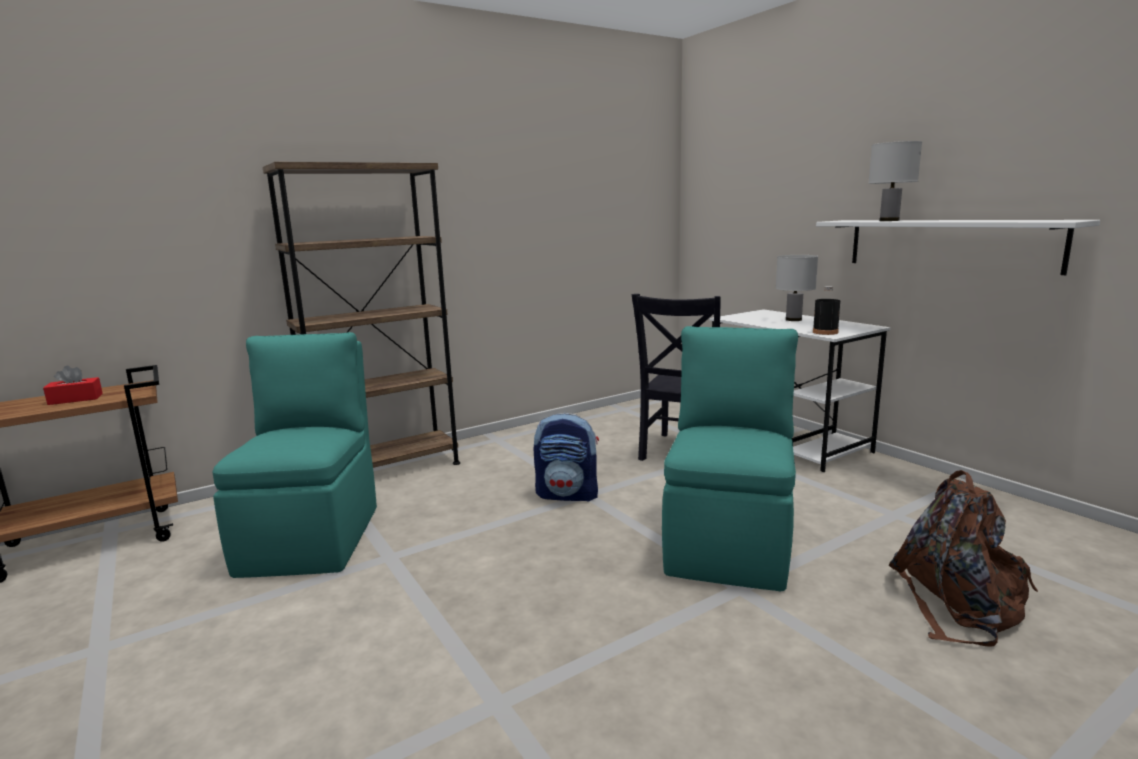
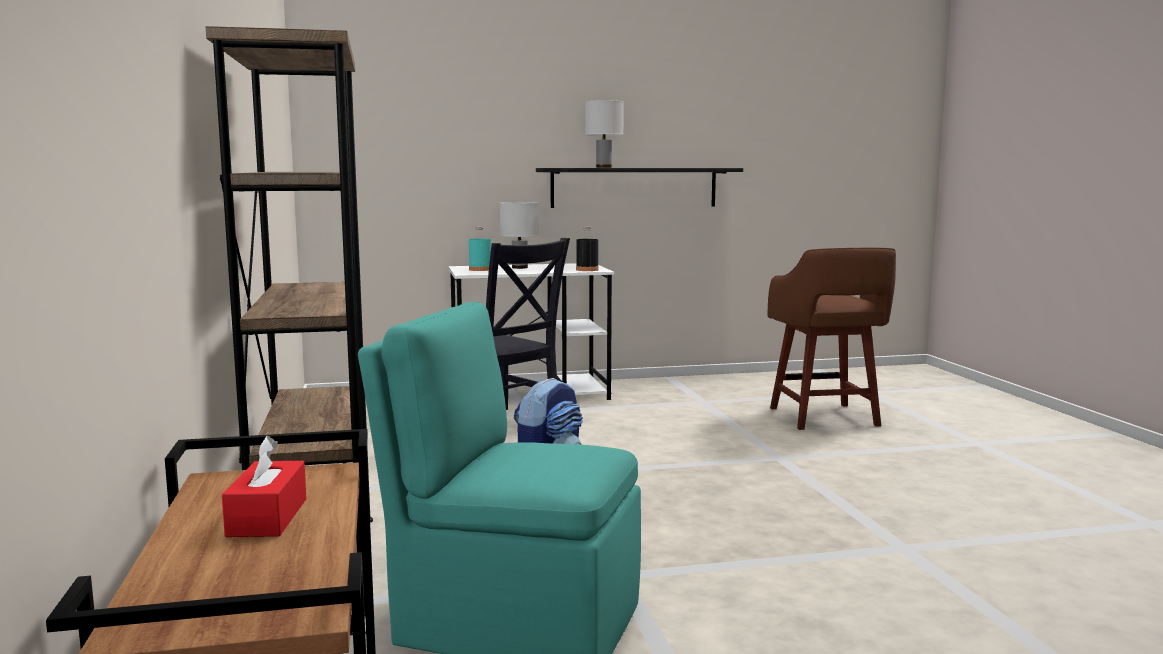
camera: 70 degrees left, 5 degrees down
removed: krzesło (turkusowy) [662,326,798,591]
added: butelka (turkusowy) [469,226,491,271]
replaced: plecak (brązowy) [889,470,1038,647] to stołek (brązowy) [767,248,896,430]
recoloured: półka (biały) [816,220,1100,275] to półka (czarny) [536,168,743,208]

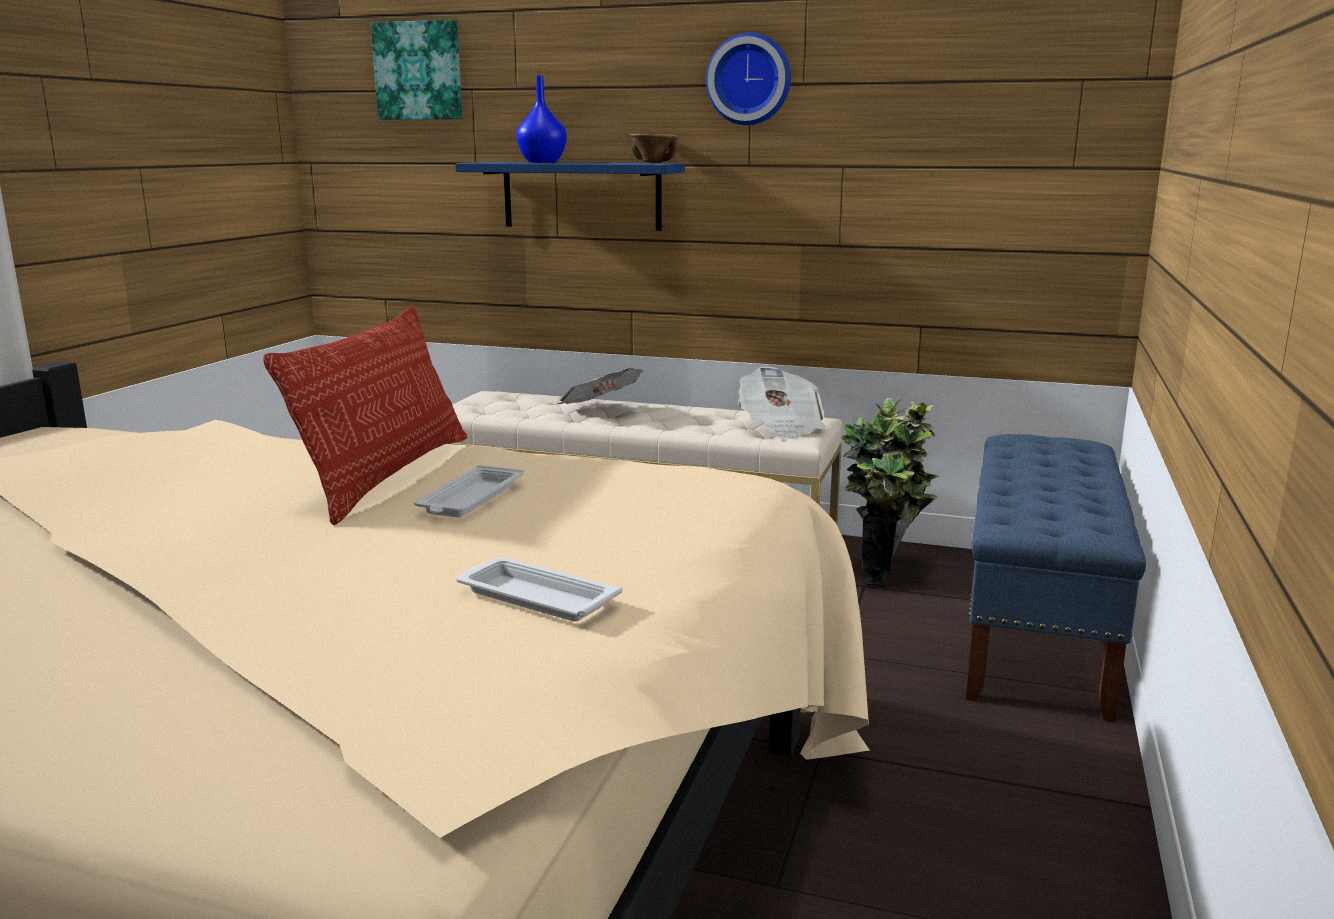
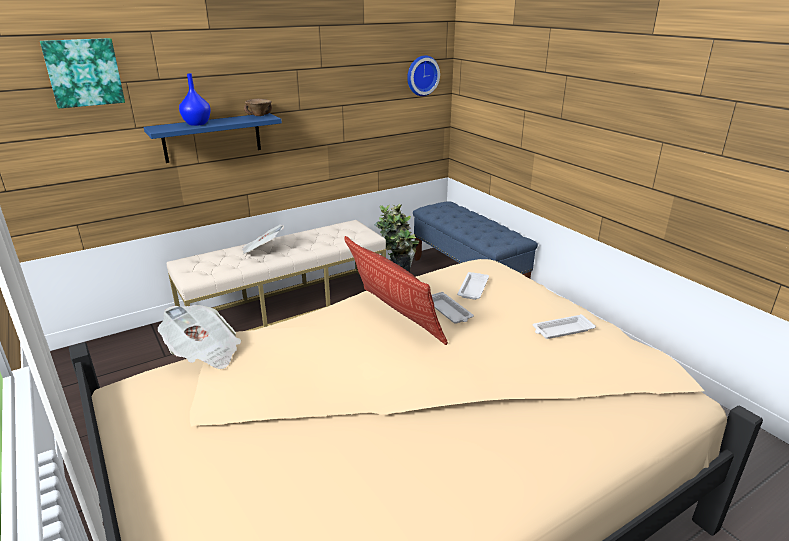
camera: 50 degrees left, 10 degrees up
added: taca (biały) [457,272,489,300]
moved: zegar ścienny [706,32,791,125] to [407,55,440,96]; gazeta [738,366,825,440] to [158,305,241,369]

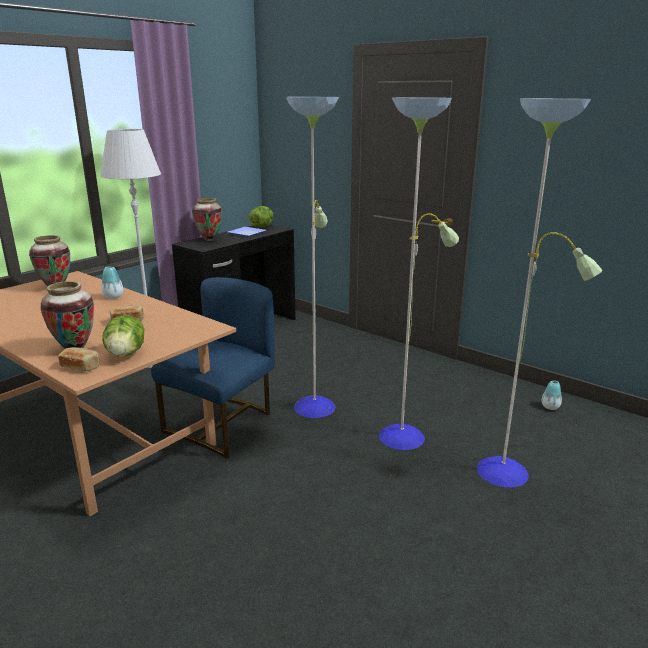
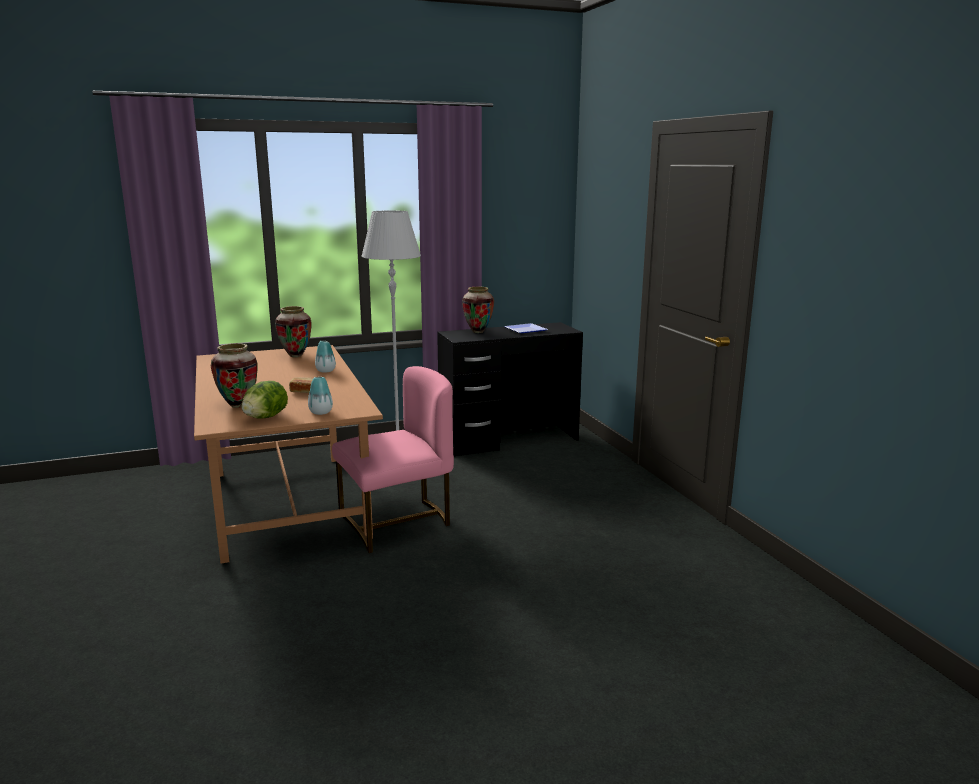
camera: 30 degrees right, 5 degrees down
removed: lampa stojąca [286,97,602,487]; sałata [249,206,273,228]; chleb [58,347,100,371]
moved: wazon [542,381,562,410] to [308,377,333,415]
recoloured: krzesło (niebieski) [151,277,275,459] to krzesło (różowy) [332,366,454,553]

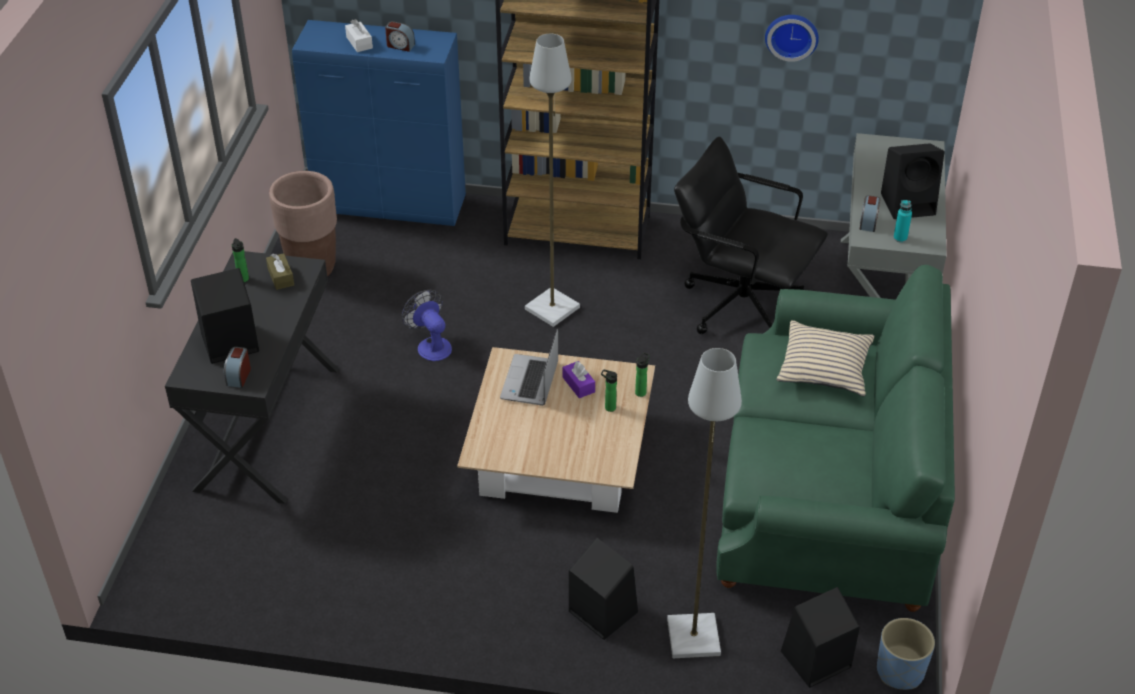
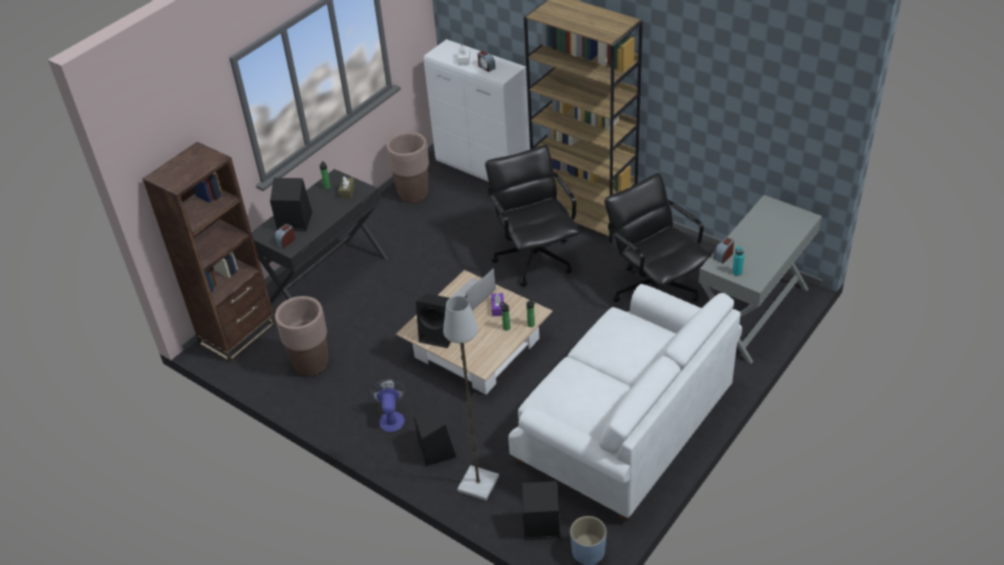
camera: 30 degrees right, 0 degrees up
removed: zegar ścienny [765,15,819,62]; poduszka (beżowy) [776,320,874,396]
added: regał (brązowy) [143,142,276,362]; donica (brązowy) [275,296,328,376]
moved: głośnik (czarny) [881,143,945,219] to [416,293,451,348]; wentylator [402,290,452,361] to [370,379,405,432]
replaced: lampa stojąca (szary) [525,34,580,327] to krzesło biurowe (czarny) [485,145,580,287]
recoloured: szafka (niebieski) [292,20,466,226] to szafka (biały) [424,39,530,182]; kanapa (zielony) [716,265,955,612] to kanapa (biały) [508,284,742,520]

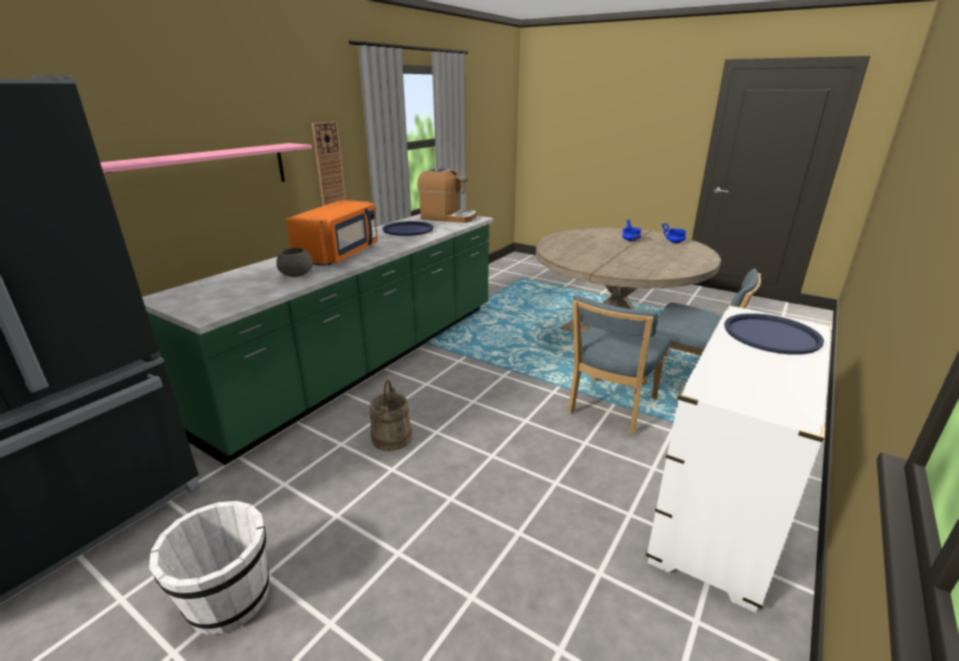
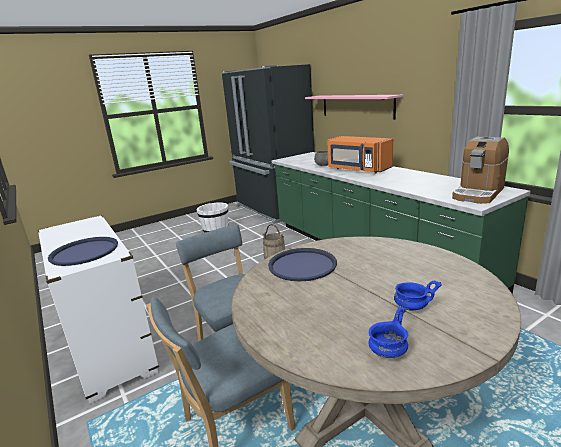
camera: 115 degrees right, 5 degrees down
removed: zegar ścienny [312,121,347,206]
moved: taca (niebieski) [383,221,434,236] to [268,248,337,281]

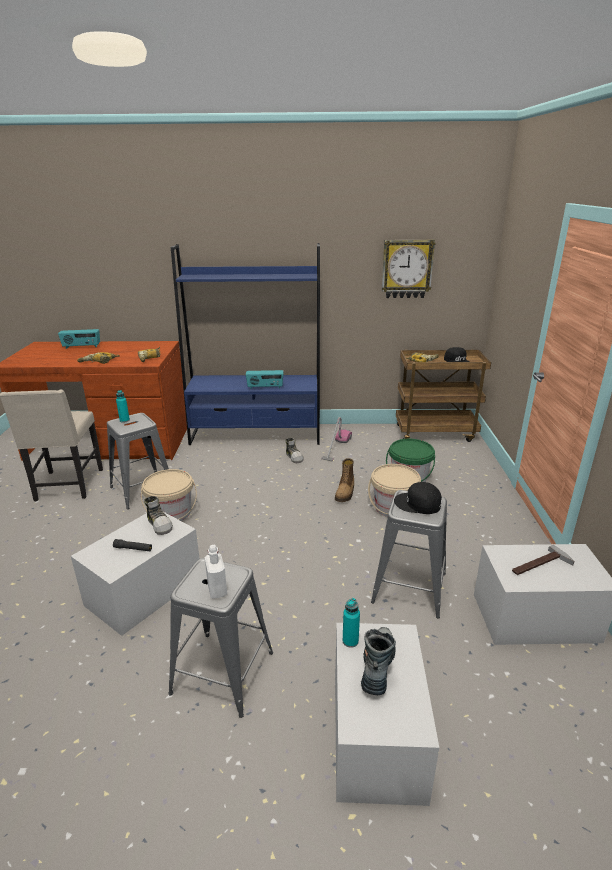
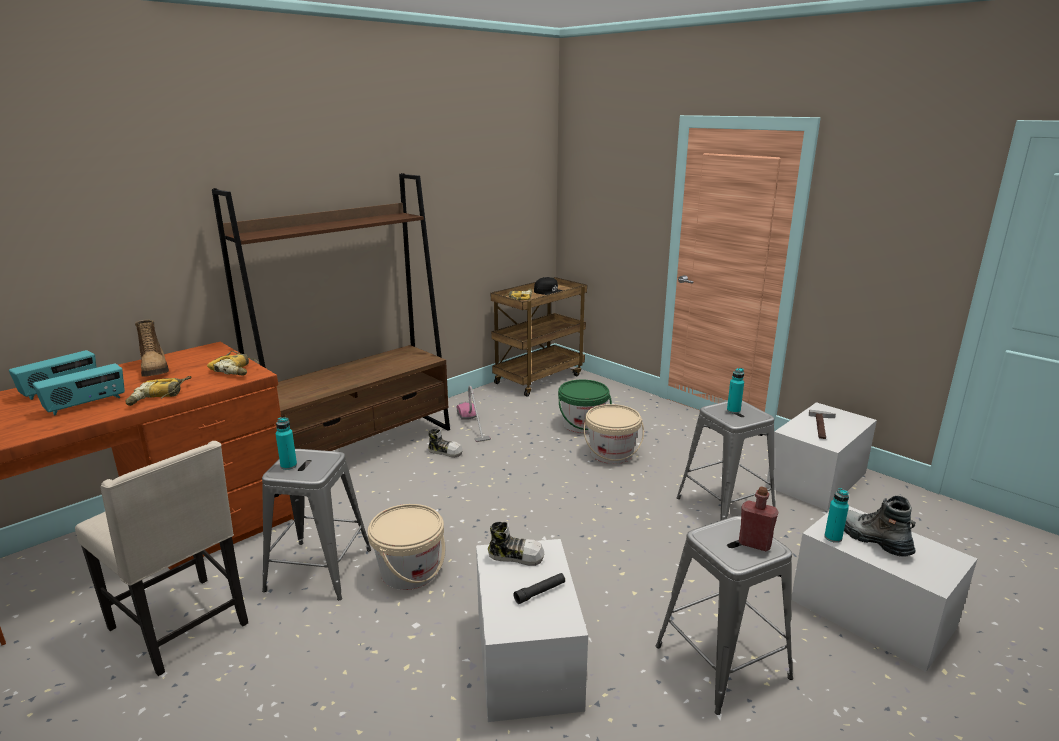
camera: 45 degrees left, 5 degrees down
removed: zegar ścienny [382,240,436,298]
moved: radio [246,370,284,389] to [33,364,125,416]; but z cholewką [335,458,354,502] to [135,320,169,377]
replaced: czapka z daszkiem (czarny) [394,482,442,514] to butelka (turkusowy) [727,368,744,414]
recoloured: regał (niebieski) [171,243,320,445] to regał (brązowy) [212,173,450,451]; butelka (biały) [205,545,227,599] to butelka (czerwony) [739,486,778,551]

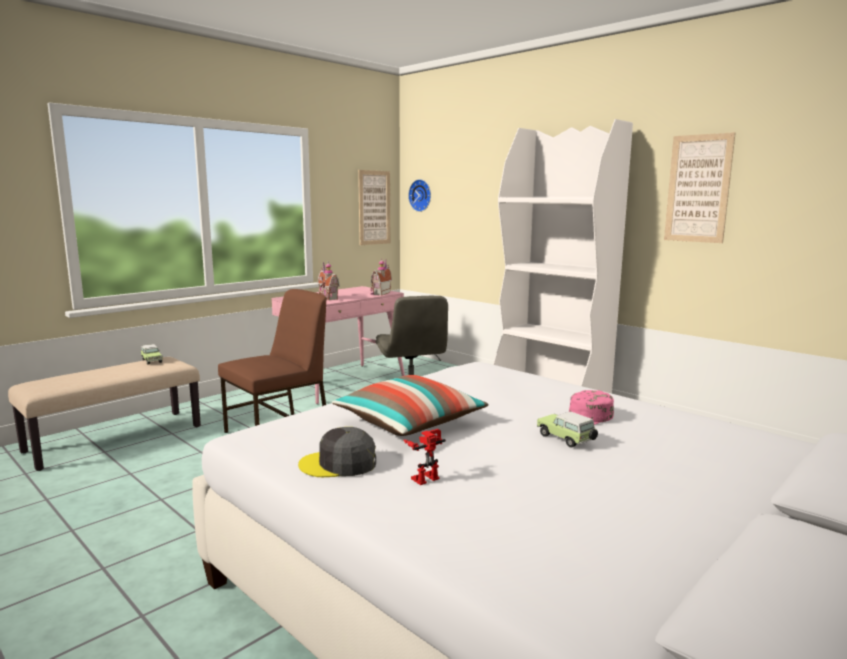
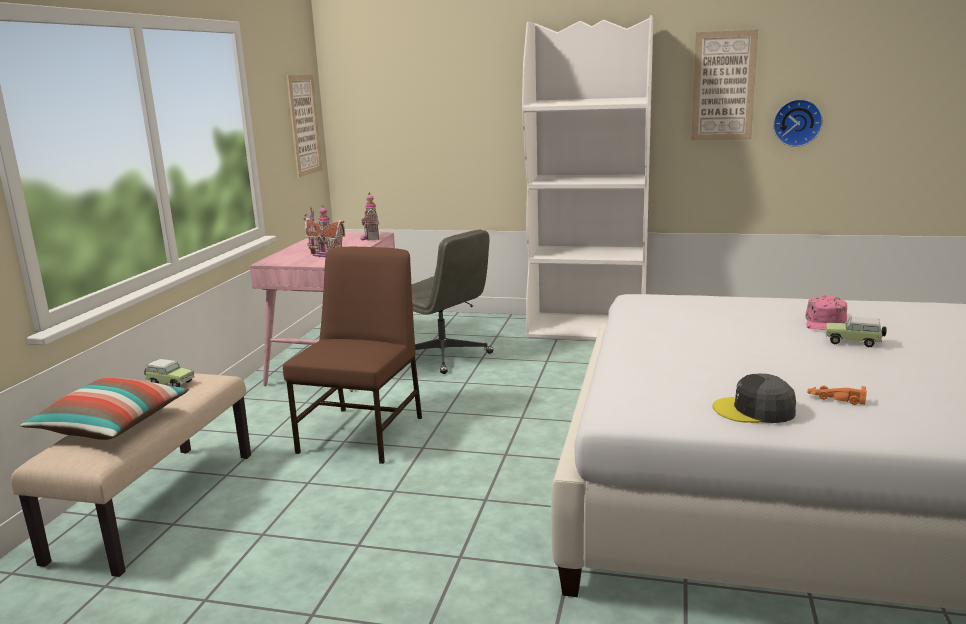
camera: 30 degrees left, 5 degrees up
moved: zegar ścienny [408,179,431,212] to [773,99,823,147]; poduszka [332,375,489,436] to [20,378,189,440]
replaced: robot zabawkowy [403,429,446,485] to samochodzik (pomarańczowy) [807,386,867,405]
turned: czapka z daszkiem (szary) [298,427,376,477] = [713,373,796,423] 45 degrees clockwise

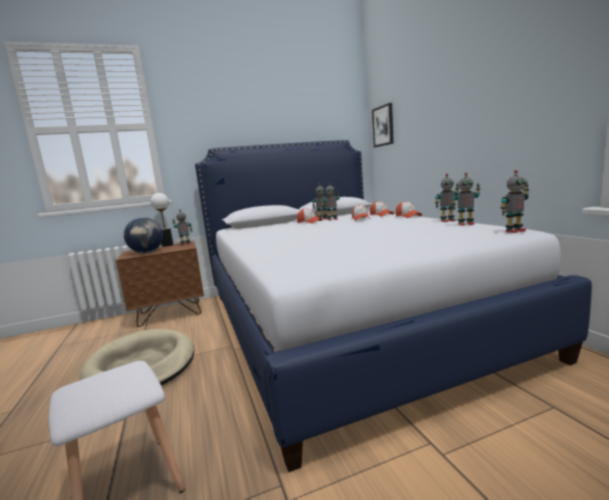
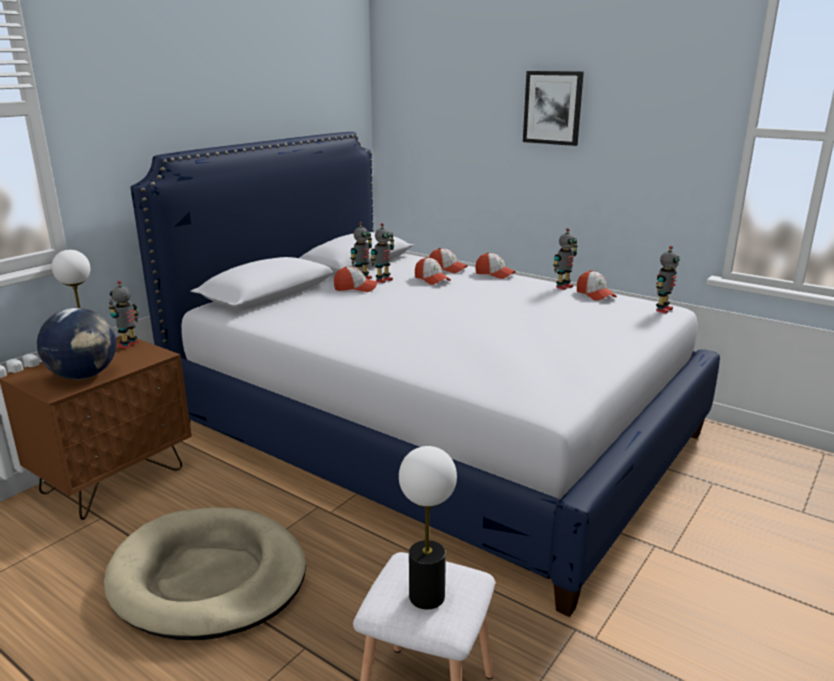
camera: 35 degrees left, 10 degrees up
added: lampa stołowa [399,446,457,609]
moved: obraz [372,103,394,147] to [523,71,584,146]
replaced: robot zabawkowy [452,173,480,226] to czapka z daszkiem [577,270,617,301]

